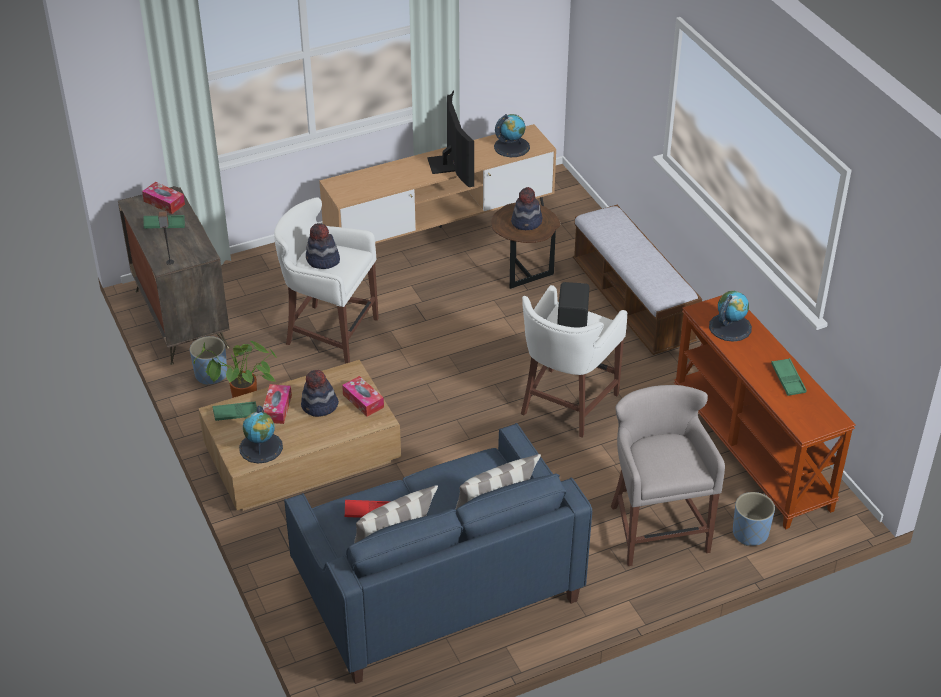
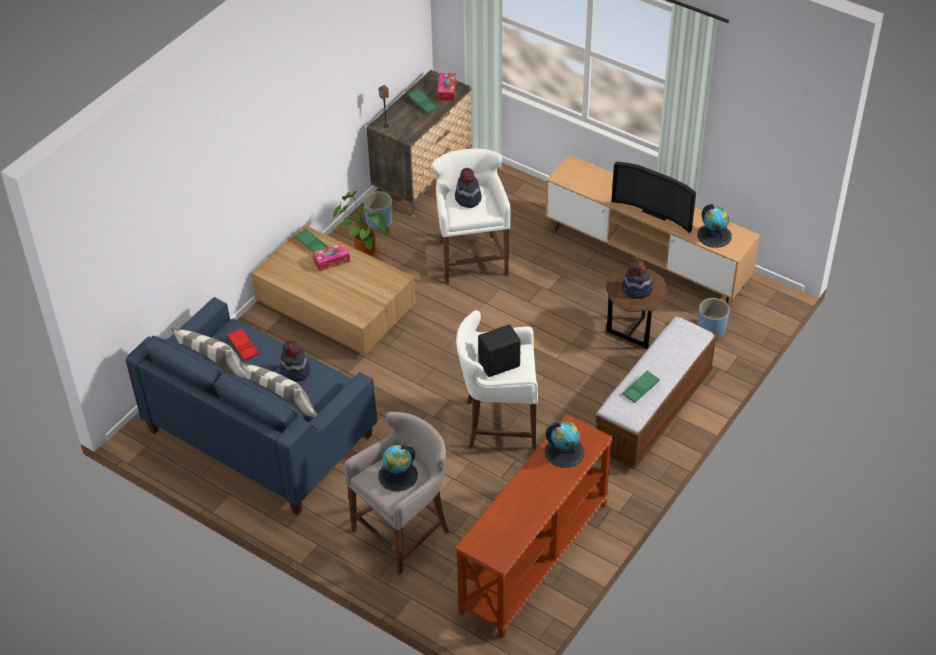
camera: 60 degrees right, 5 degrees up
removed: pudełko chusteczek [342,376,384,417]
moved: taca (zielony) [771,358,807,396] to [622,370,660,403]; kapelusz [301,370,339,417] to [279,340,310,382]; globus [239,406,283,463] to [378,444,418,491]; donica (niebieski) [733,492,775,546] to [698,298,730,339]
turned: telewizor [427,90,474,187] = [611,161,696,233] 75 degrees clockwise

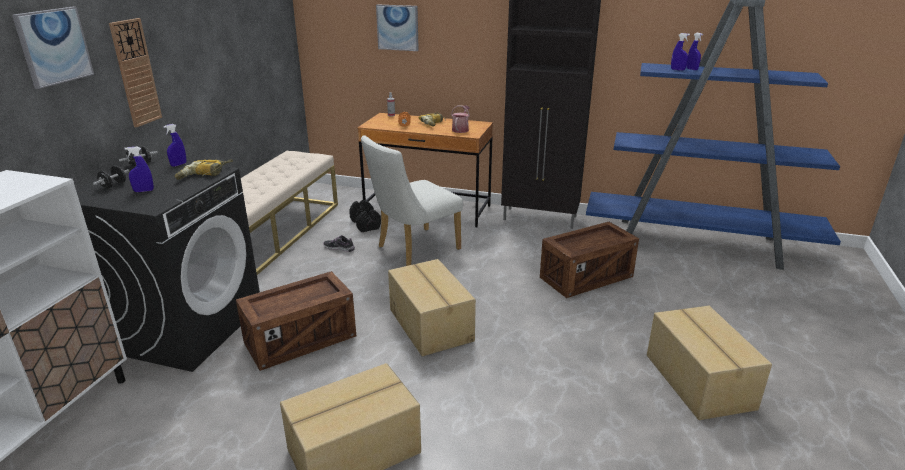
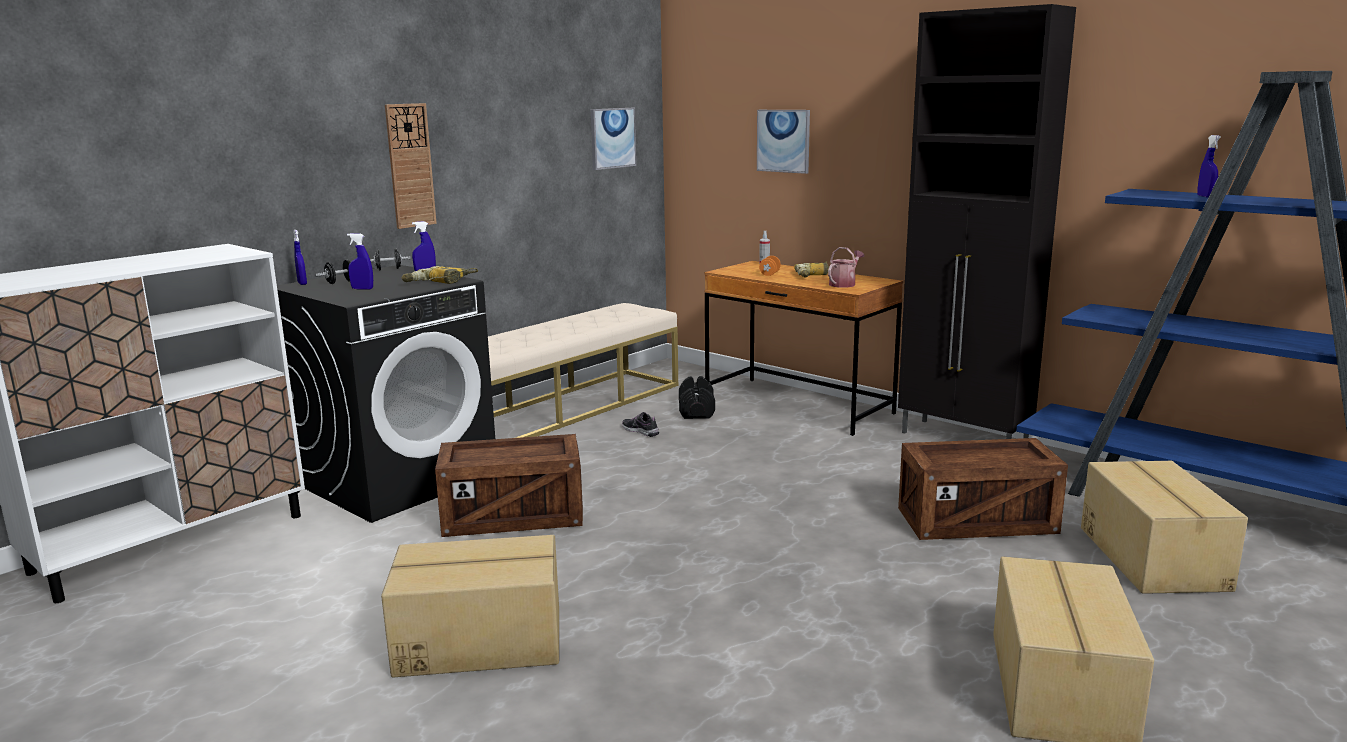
camera: 25 degrees right, 10 degrees down
removed: krzesło (biały) [361,135,463,266]
moved: obraz [12,7,94,89] to [591,108,636,170]; spryskiwacz (niebieski) [671,33,690,71] to [293,230,307,285]; karton [388,259,476,356] to [1081,461,1248,594]

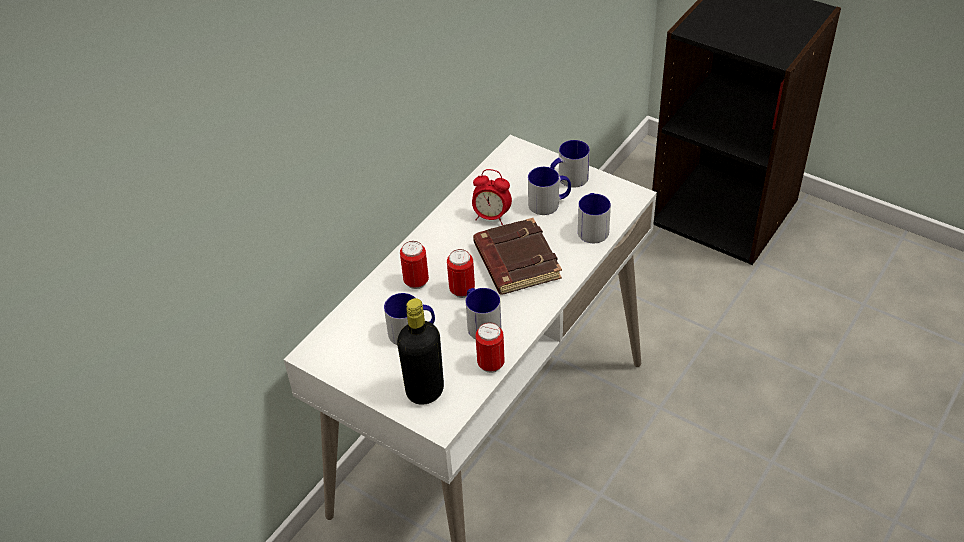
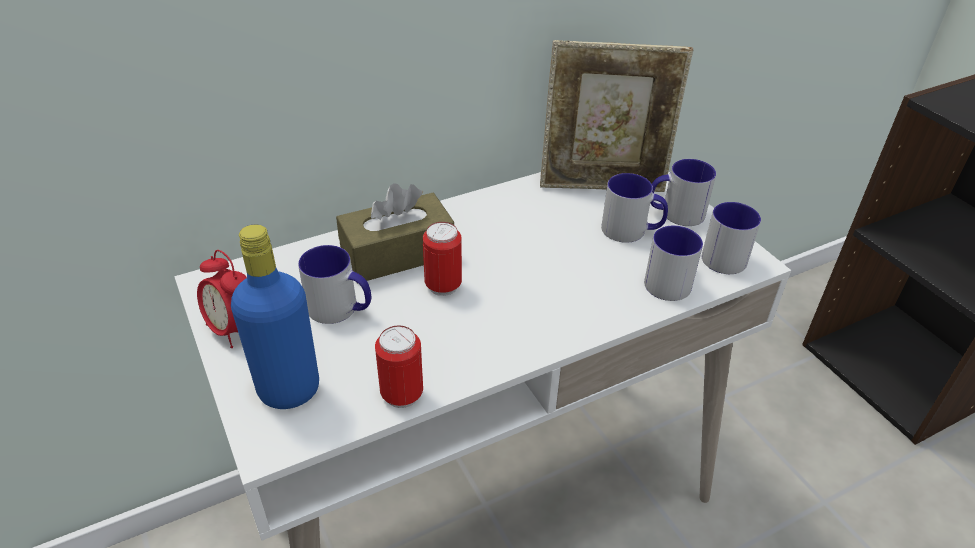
camera: 25 degrees right, 5 degrees down
removed: książka (brązowy) [473,218,562,295]
added: ramka na zdjęcie [540,40,693,192]
moved: budzik [472,169,512,225] to [197,250,247,348]; kubek [466,288,501,339] to [702,202,761,274]
replaced: puszka [400,241,429,289] to pudełko chusteczek (brązowy) [336,183,454,283]
recoloured: butelka (czarny) [397,298,444,405] to butelka (niebieski) [231,225,319,409]

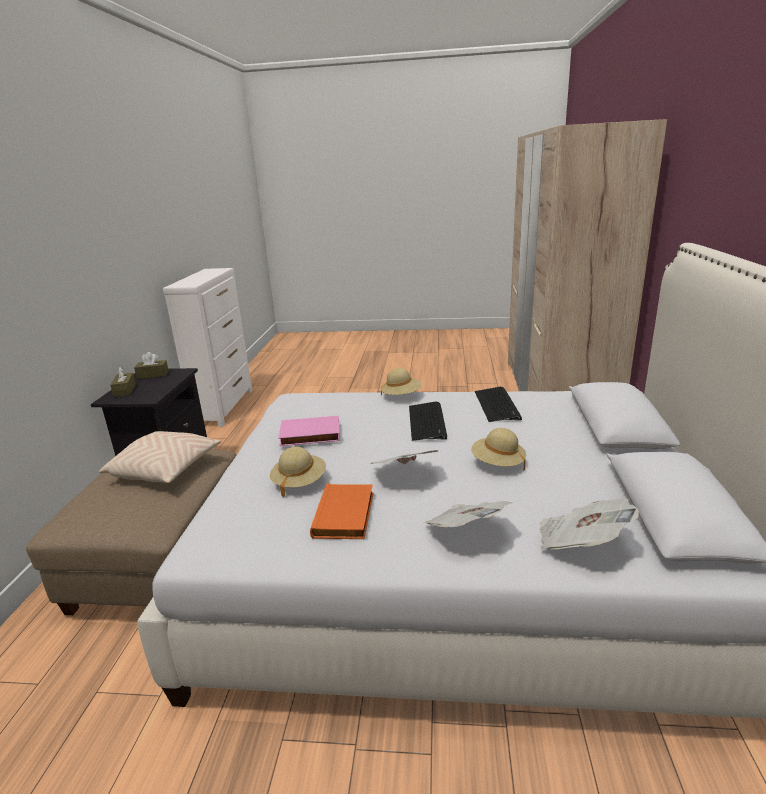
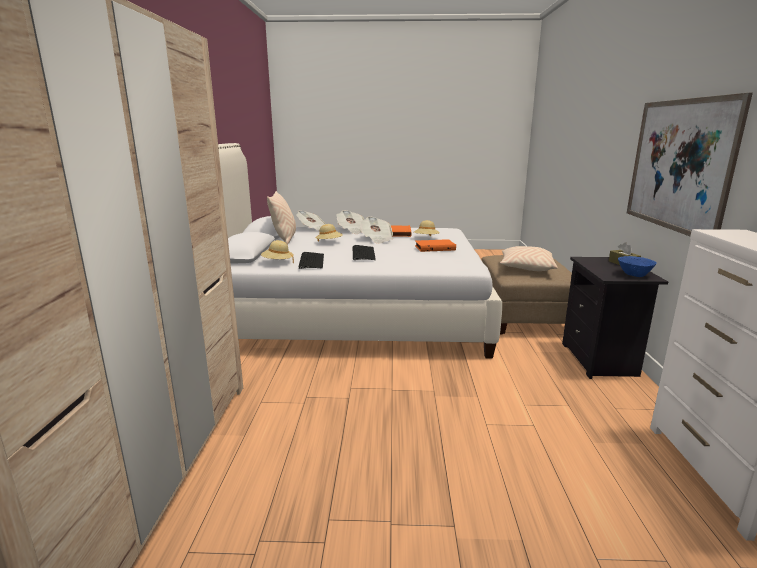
camera: 175 degrees right, 5 degrees down
added: obraz [627,93,753,236]; poduszka (beżowy) [267,191,296,245]
moved: kapelusz (beżowy) [381,368,422,395] to [261,240,294,263]
replaced: pudełko chusteczek (brązowy) [134,352,169,379] to miska (niebieski) [618,256,657,277]
recoloured: książka (różowy) [278,416,340,446] to książka (pomarańczowy) [415,239,456,252]

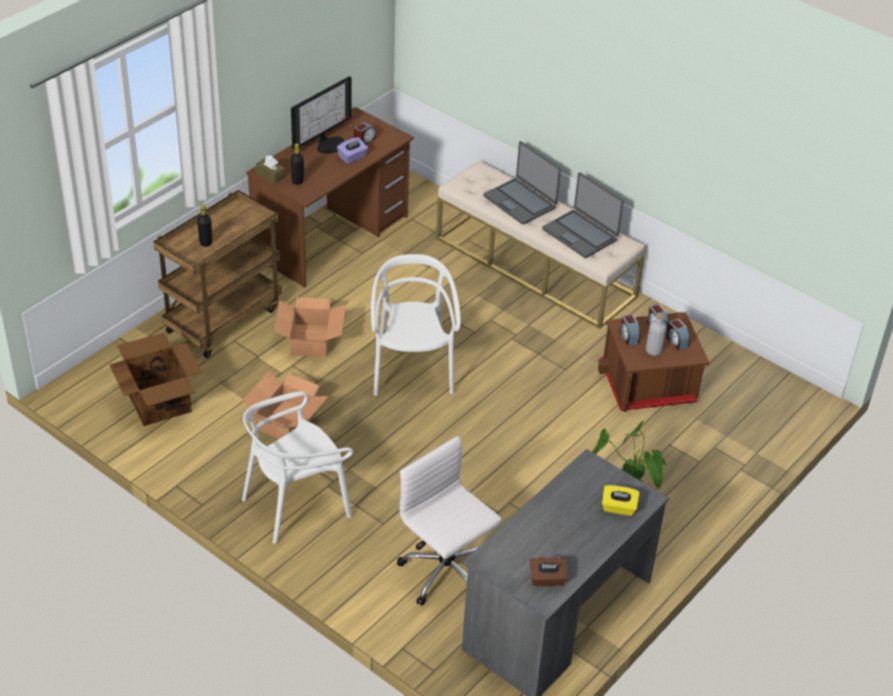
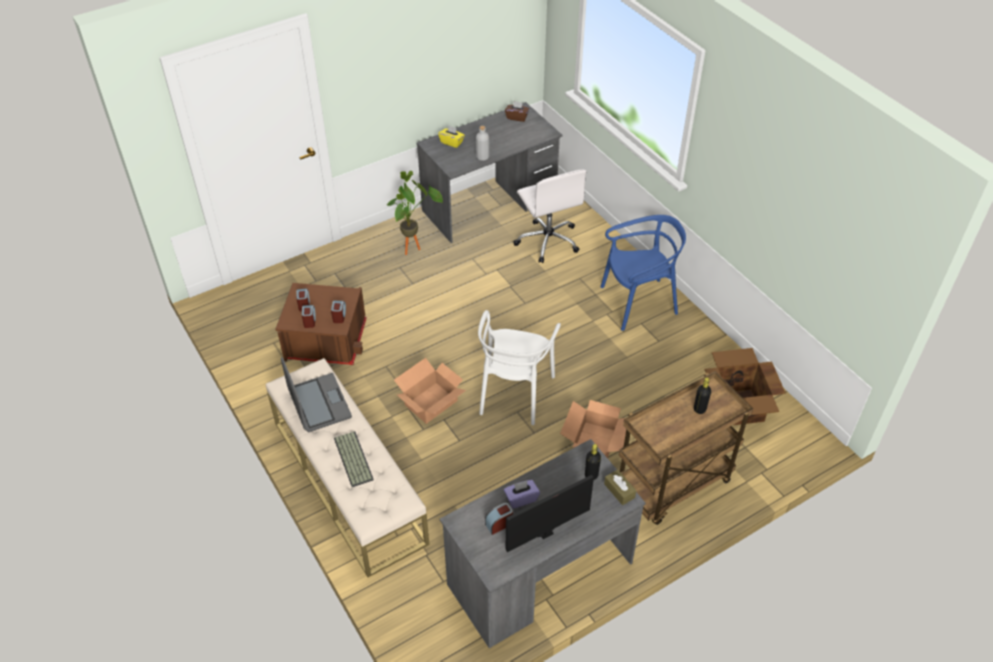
camera: 160 degrees left, 5 degrees up
moved: butelka (szary) [646,313,666,356] to [476,126,489,161]; karton [242,371,329,439] to [394,358,466,424]
replaced: laptop [484,141,561,224] to klawiatura [334,431,374,487]
recoloured: biurko (brązowy) [246,107,414,288] to biurko (szary) [440,439,646,648]; krzesło (biały) [242,391,353,544] to krzesło (niebieski) [600,215,686,331]

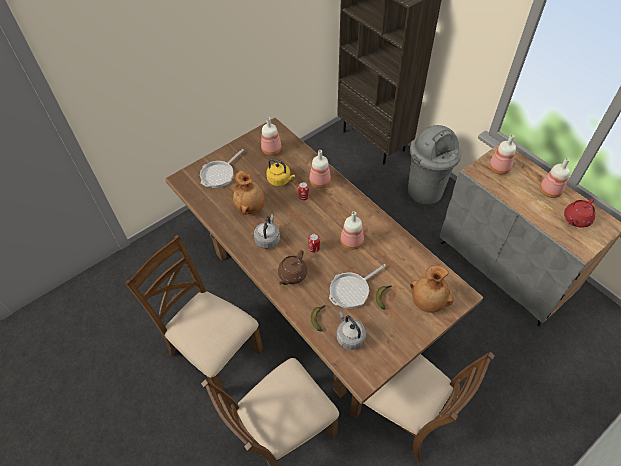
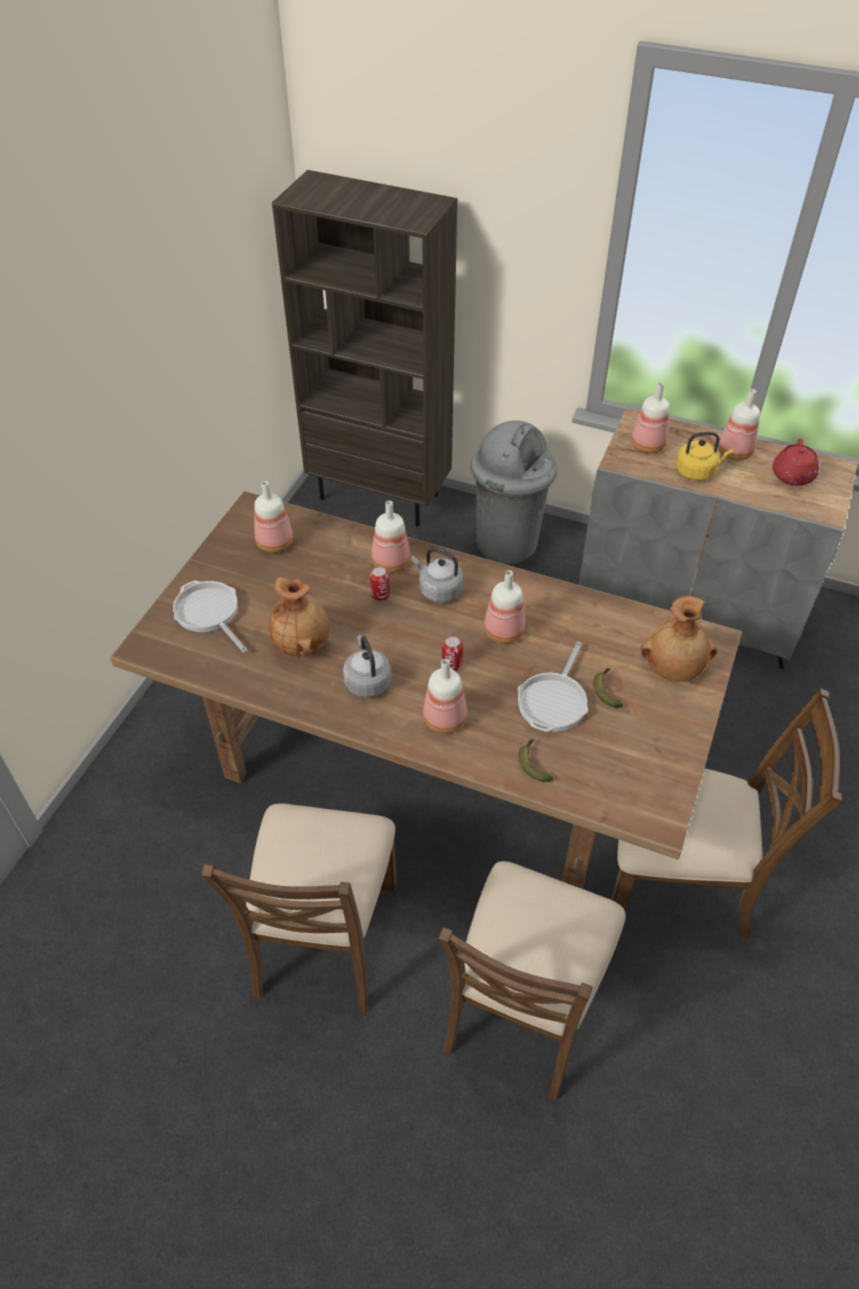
camera: 30 degrees left, 5 degrees down
moved: czajnik (żółty) [266,159,295,186] to [676,432,733,481]; czajnik (szary) [337,311,366,350] to [412,548,463,603]
replaced: imbryk (brązowy) [278,250,307,285] to butelka [423,659,467,733]
turned: patelnia [200,149,244,188] = [173,580,248,653] 135 degrees clockwise; krzesło (brązowy) [124,235,263,392] = [202,803,397,1013] 90 degrees counterclockwise

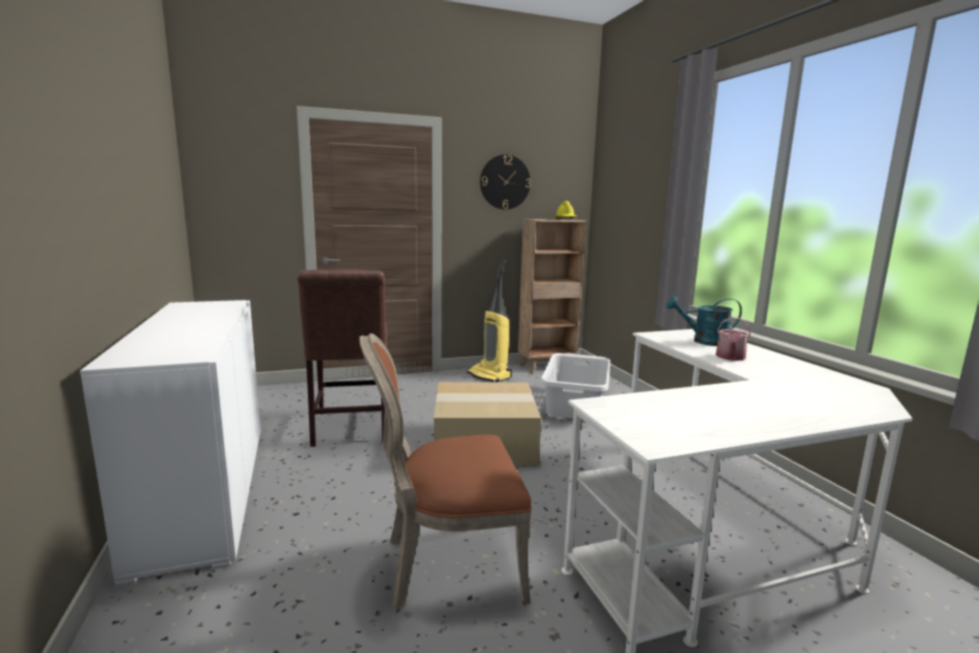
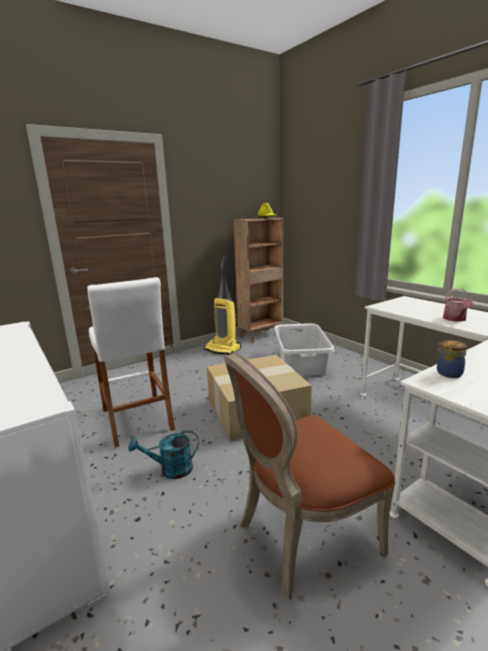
camera: 15 degrees left, 5 degrees up
removed: zegar ścienny [480,154,531,210]
added: słoik [435,340,467,378]
moved: konewka (turkusowy) [666,296,742,346] to [128,430,199,479]
replaced: krzesło (brązowy) [297,269,387,447] to stołek (biały) [87,277,175,448]

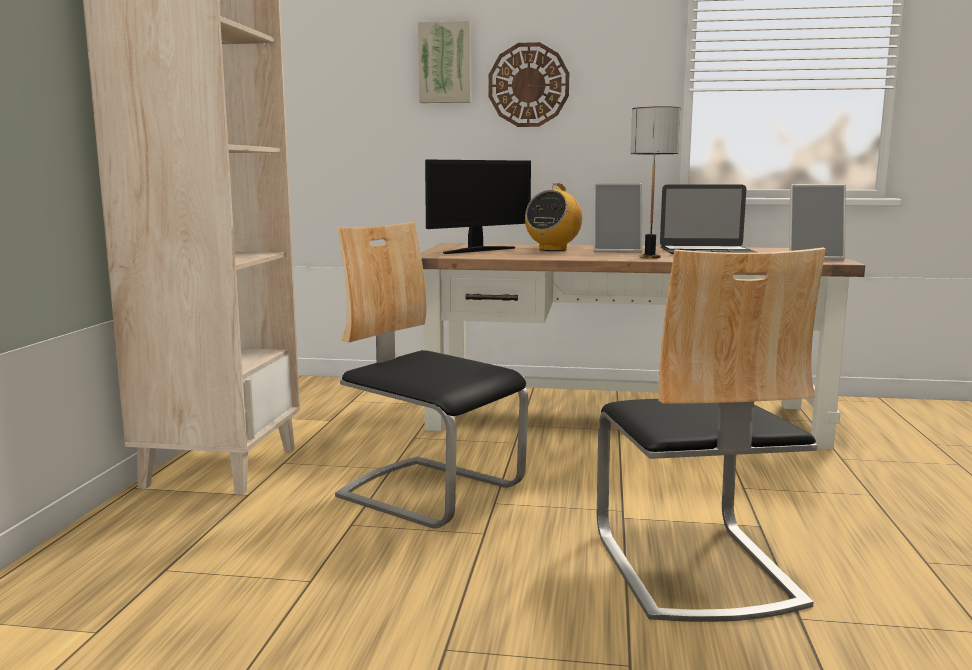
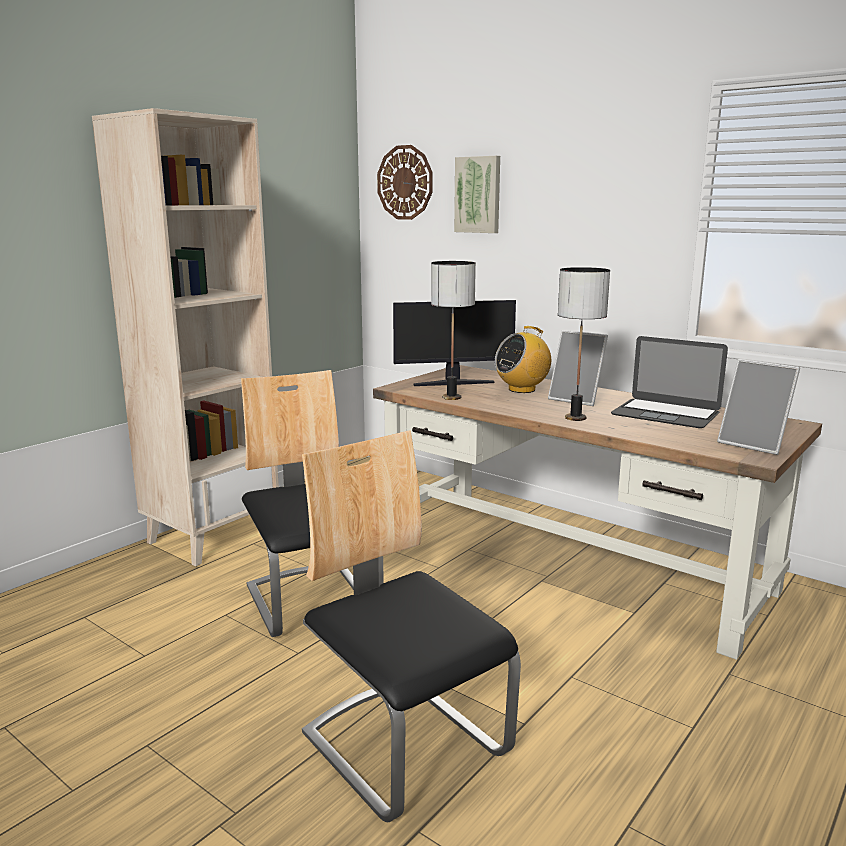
camera: 30 degrees right, 5 degrees up
added: lampa stołowa [431,261,476,400]
moved: zegar ścienny [489,42,569,127] to [377,145,433,220]
turned: krzesło [597,248,826,622] = [302,430,521,822] 120 degrees clockwise

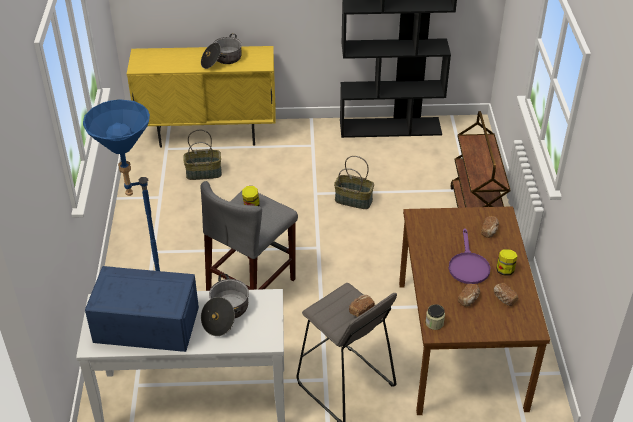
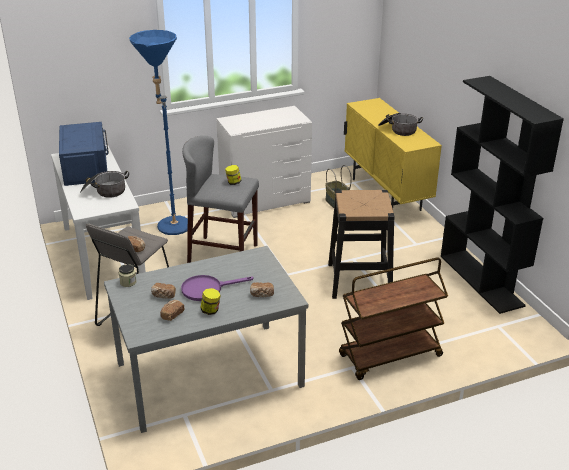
camera: 70 degrees right, 10 degrees down
added: komoda (biały) [216,106,312,218]
replaced: koszyk [334,156,374,209] to stołek (czarny) [328,190,395,299]
recoloured: stół jadalny (brązowy) [399,206,550,415] to stół jadalny (szary) [104,246,308,433]

